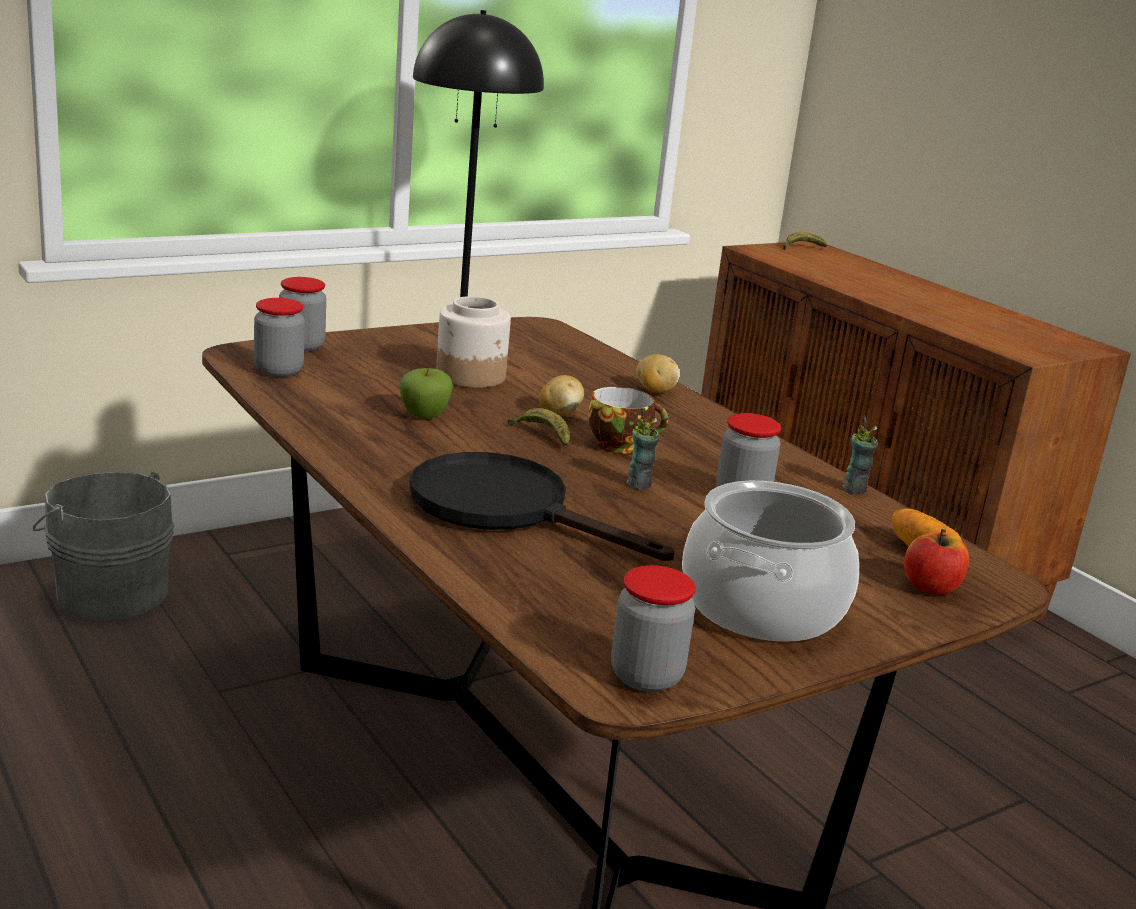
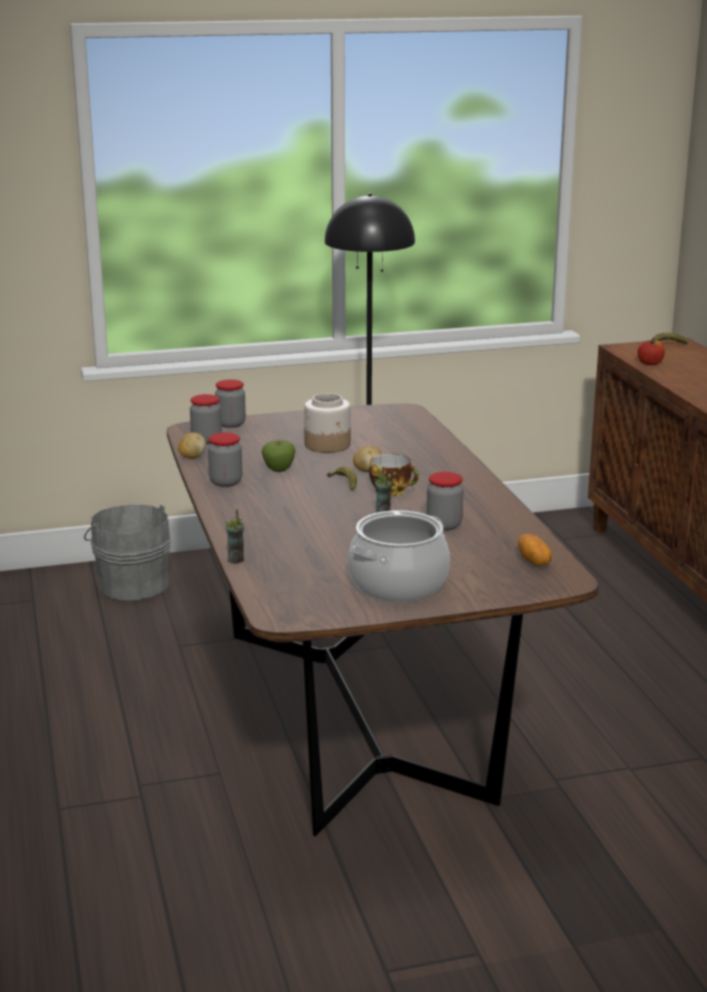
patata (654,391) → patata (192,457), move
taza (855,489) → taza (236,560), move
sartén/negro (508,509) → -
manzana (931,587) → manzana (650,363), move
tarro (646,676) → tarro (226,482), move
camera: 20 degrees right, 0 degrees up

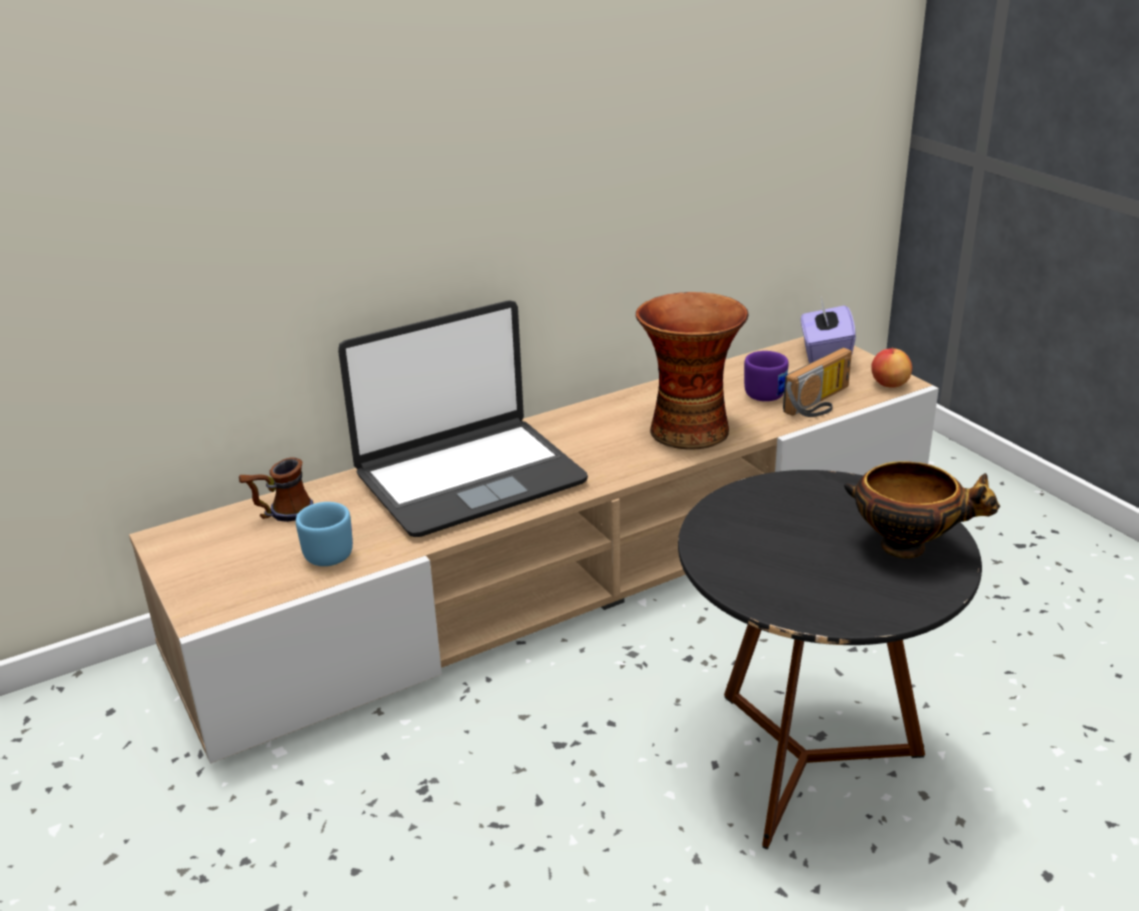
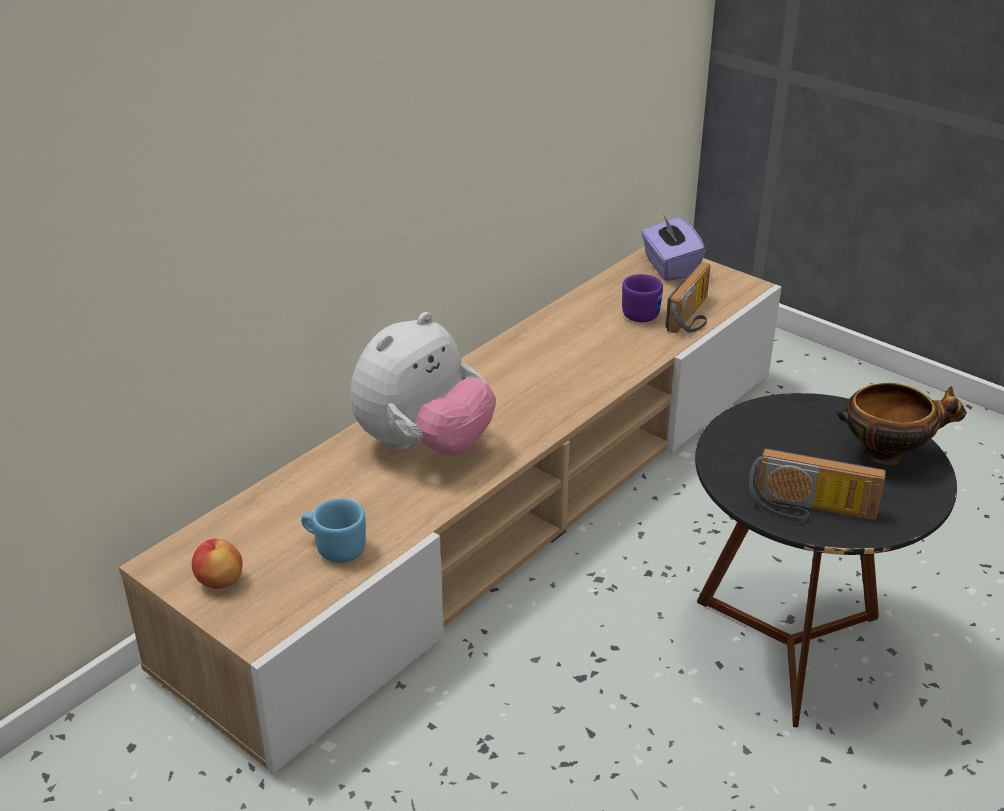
florero (687,429) → -
portátil (469,478) → peluche (423,445)
manzana (889,384) → manzana (219,581), move
taza grande (280,514) → -
- → radio (810,511)
camera: 20 degrees left, 5 degrees up

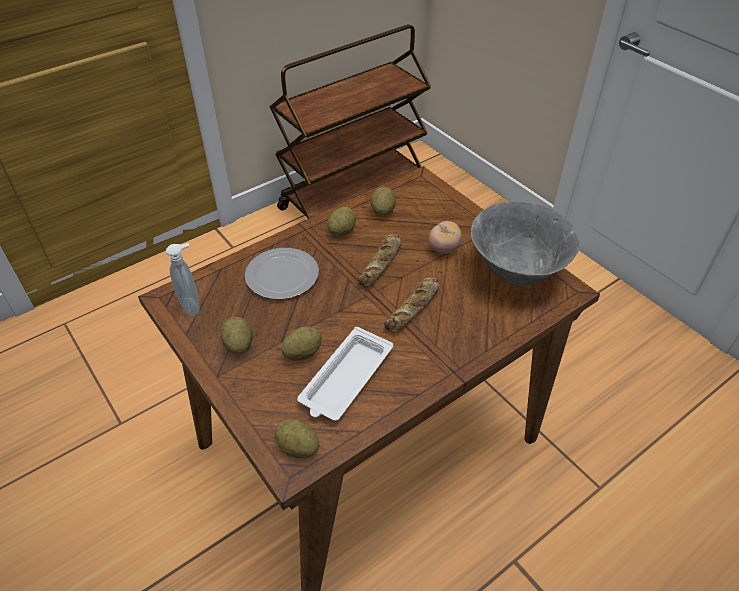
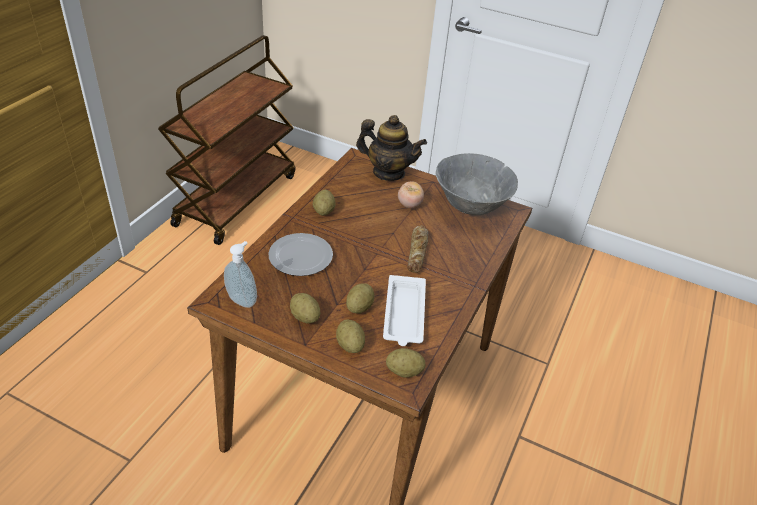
patata (383,211) → patata (350,345), move
pan (381,264) → -
- → tetera (388,172)
camera: 30 degrees left, 5 degrees down

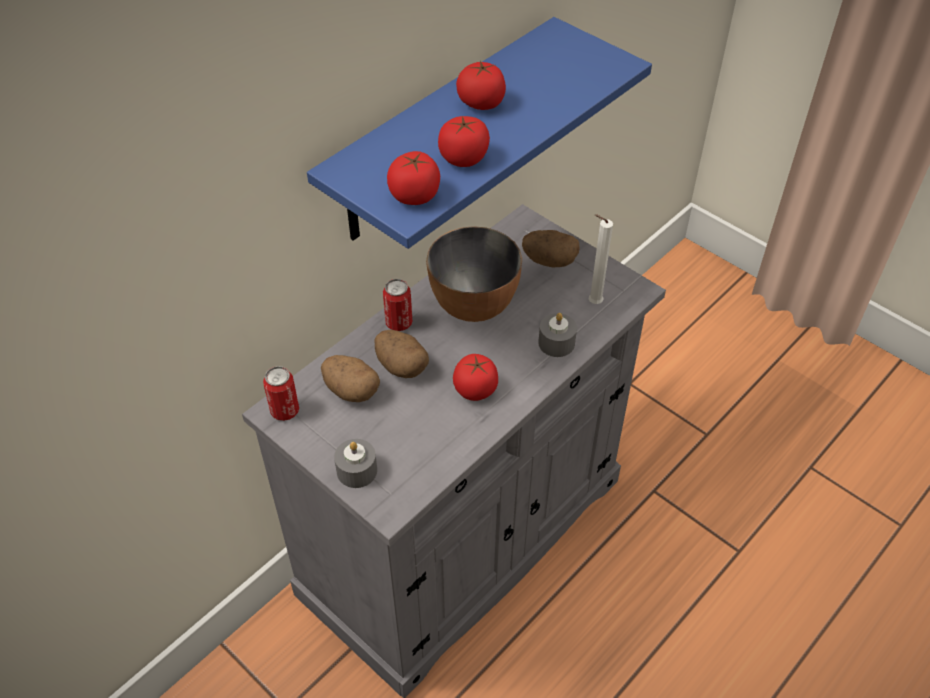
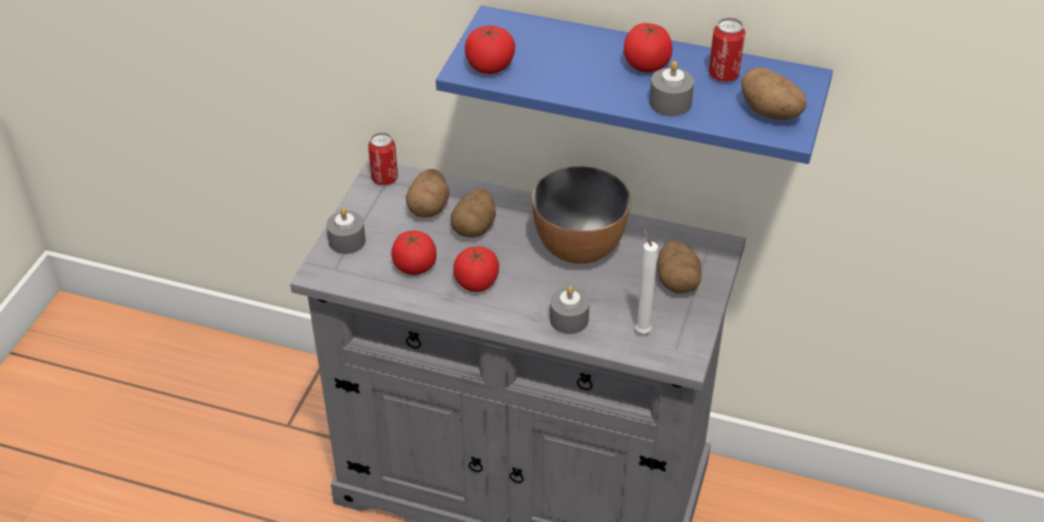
tomate (463,158) → tomate (414,266), move
lata (399,323) → lata (723,75), move
- → vela/gris (670,103)
- → patata (771,113)
camera: 65 degrees right, 5 degrees down

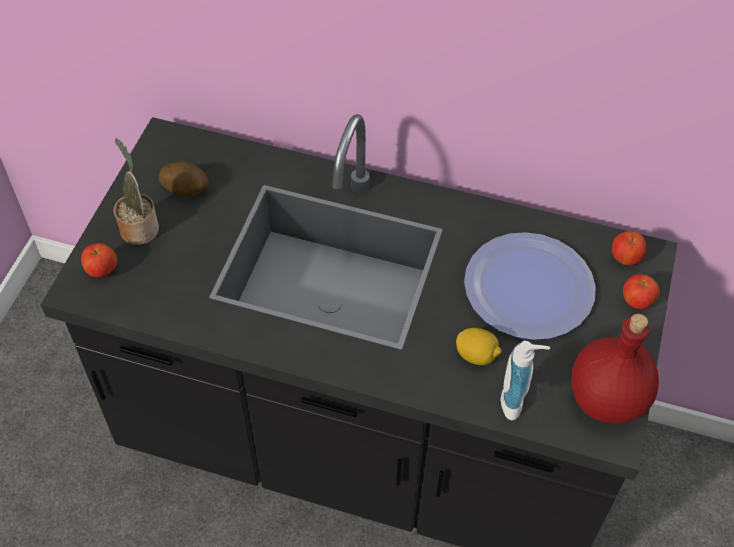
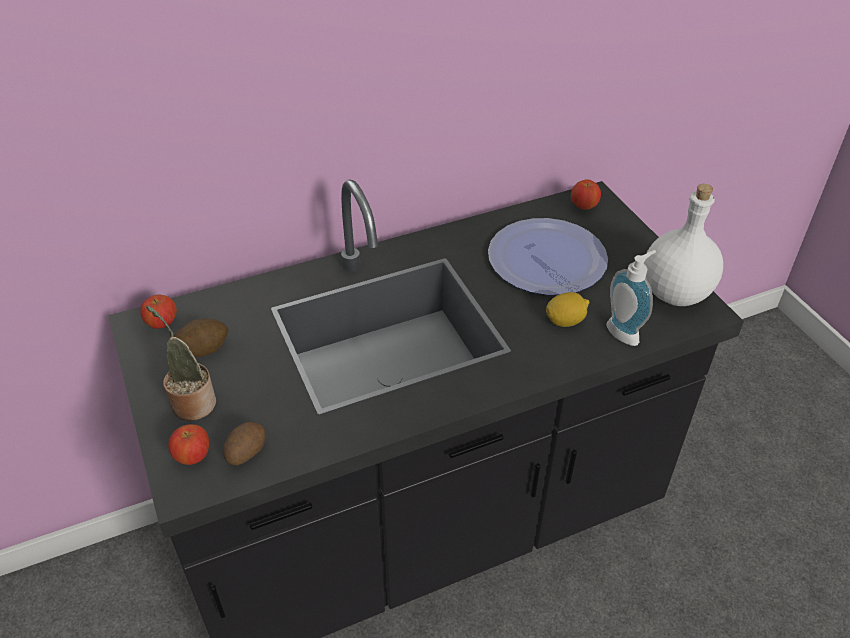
manzana (637,301) → manzana (162,324), move
botella/rojo (608,400) → botella/blanco (676,293)
- → patata (245,451)
camera: 40 degrees left, 10 degrees down

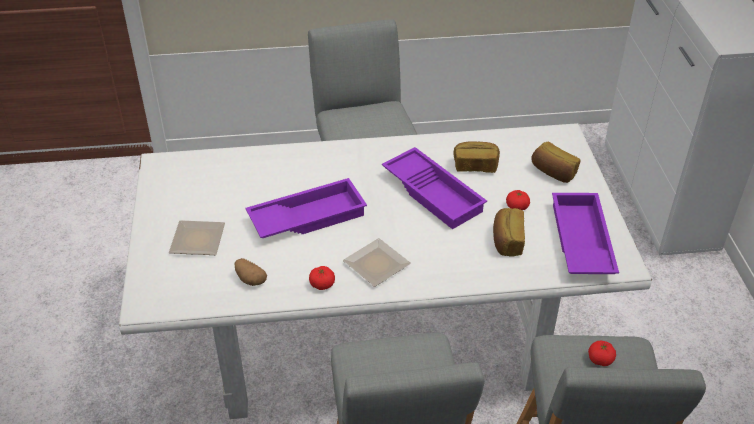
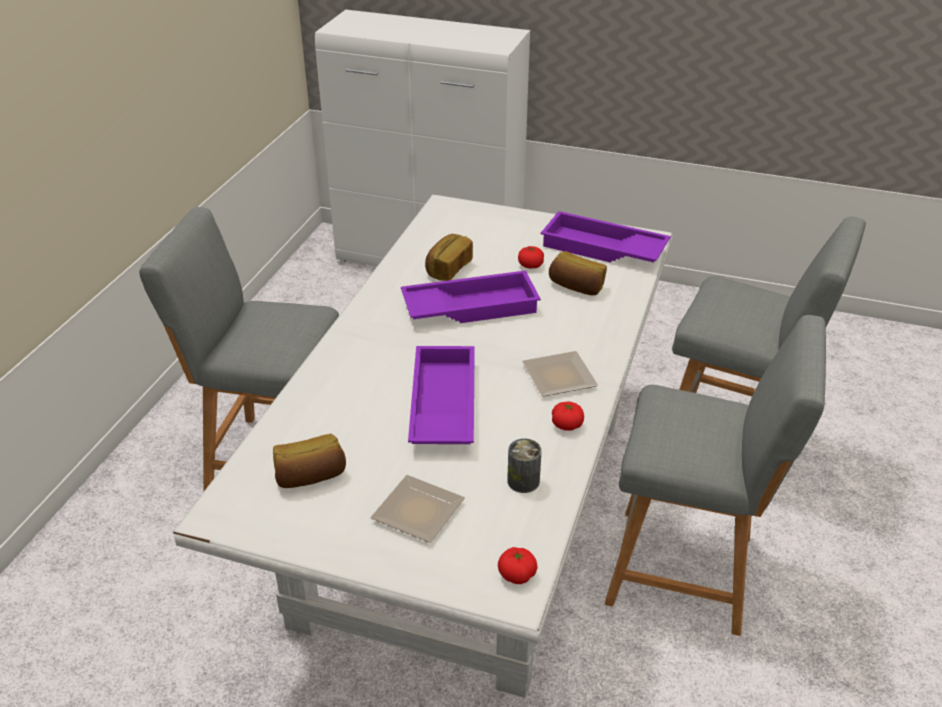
pan (553,172) → pan (310,476), move
patata (250,279) → lata (523,481)
tomate (600,359) → tomate (517,575), move
camera: 65 degrees left, 5 degrees down

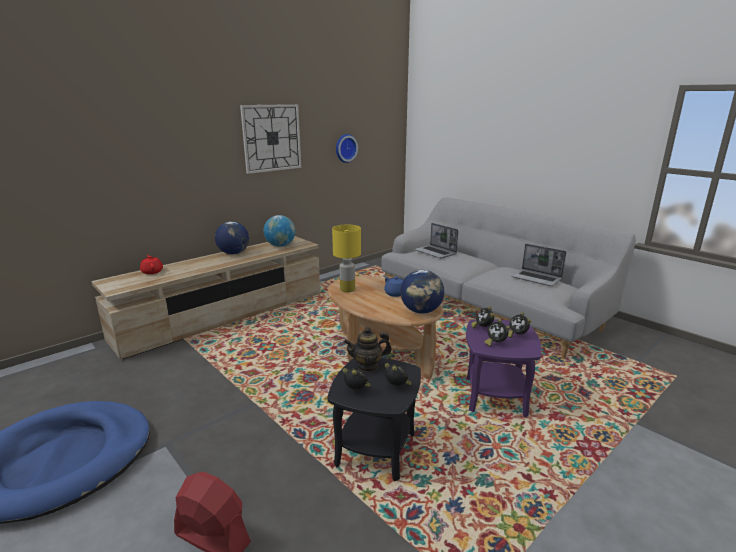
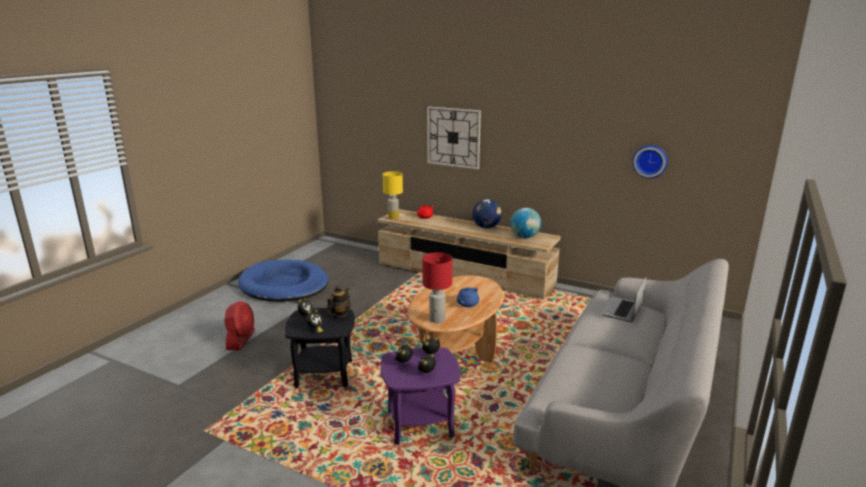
reloj de pared (272,138) → reloj de pared (453,137), move
lámpara de mesa/amarillo (347,290) → lámpara de mesa/amarillo (393,218), move
portátil (537,278) → -
globo terráqueo (421,311) → lámpara de mesa/rojo (437,320)
tetera (367,366) → tetera (339,315), 60 degrees clockwise
camera: 70 degrees right, 0 degrees up

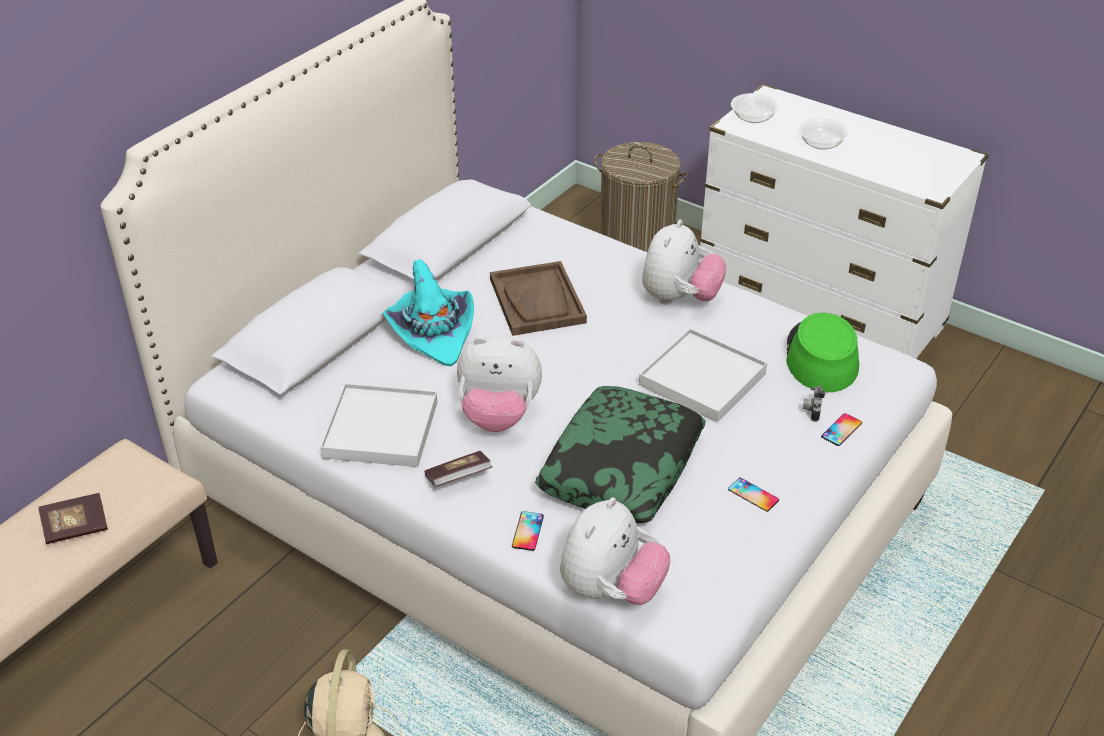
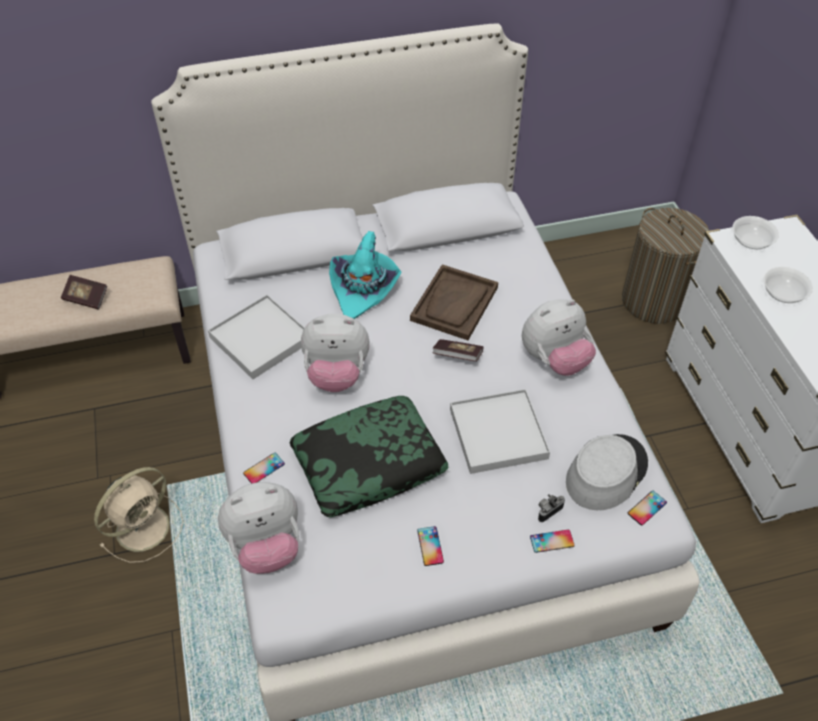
sombrero/verde (820,357) → sombrero/gris (606,472)
peluche (498,416) → peluche (336,374), 45 degrees counterclockwise
libro (458,478) → libro (457,356), move
- → móvil (647,508)
camera: 40 degrees right, 10 degrees up

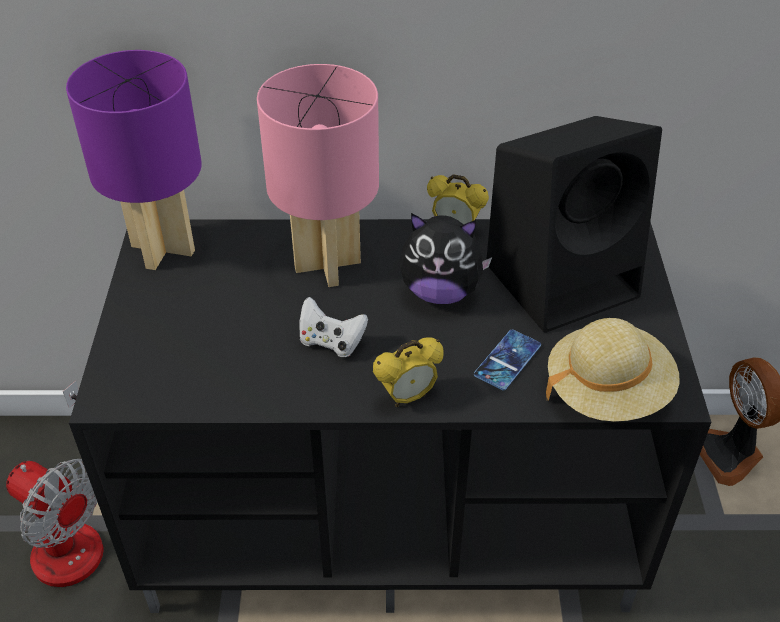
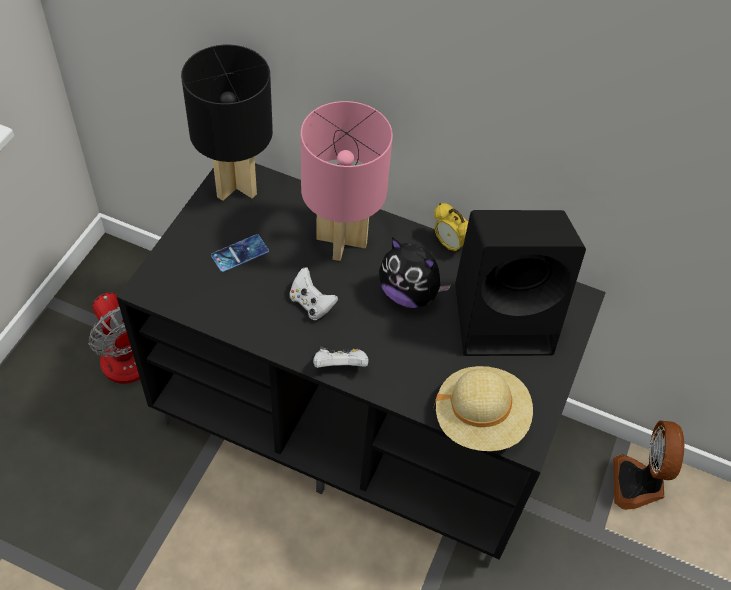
lámpara de mesa/morado (163,247) → lámpara de mesa/negro (236,184)
móvil (507,360) → móvil (240,253), move
despertador (407,397) → mando de consola/blanco (340,366)
camera: 20 degrees right, 10 degrees up

